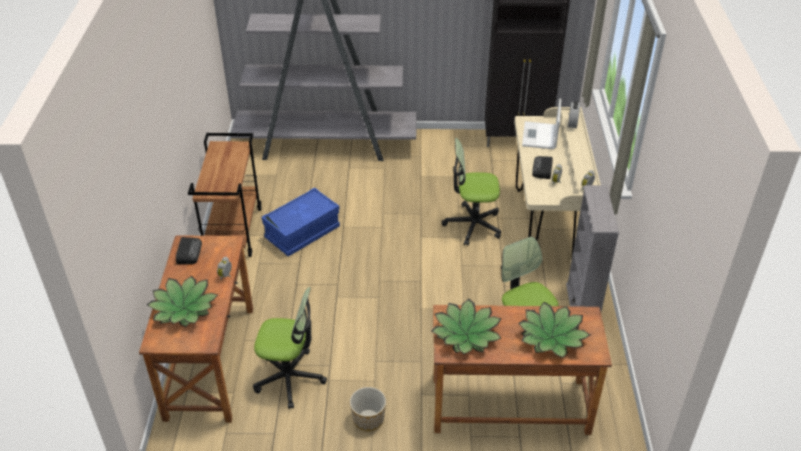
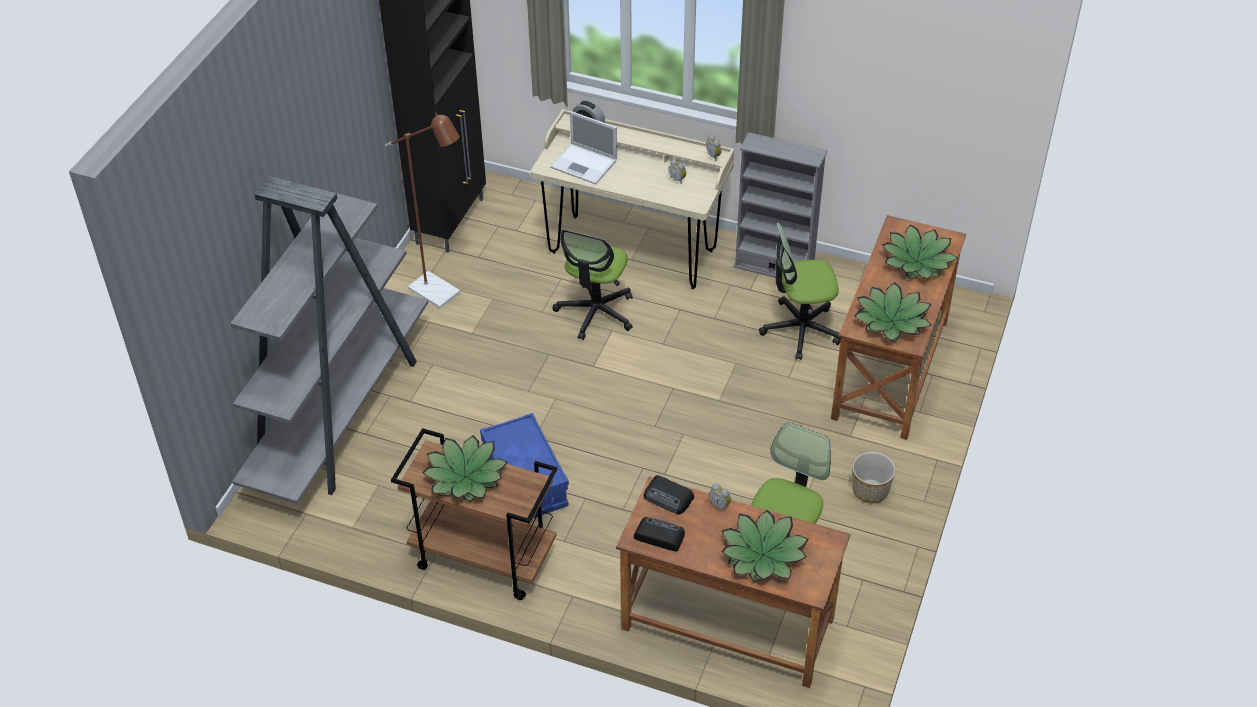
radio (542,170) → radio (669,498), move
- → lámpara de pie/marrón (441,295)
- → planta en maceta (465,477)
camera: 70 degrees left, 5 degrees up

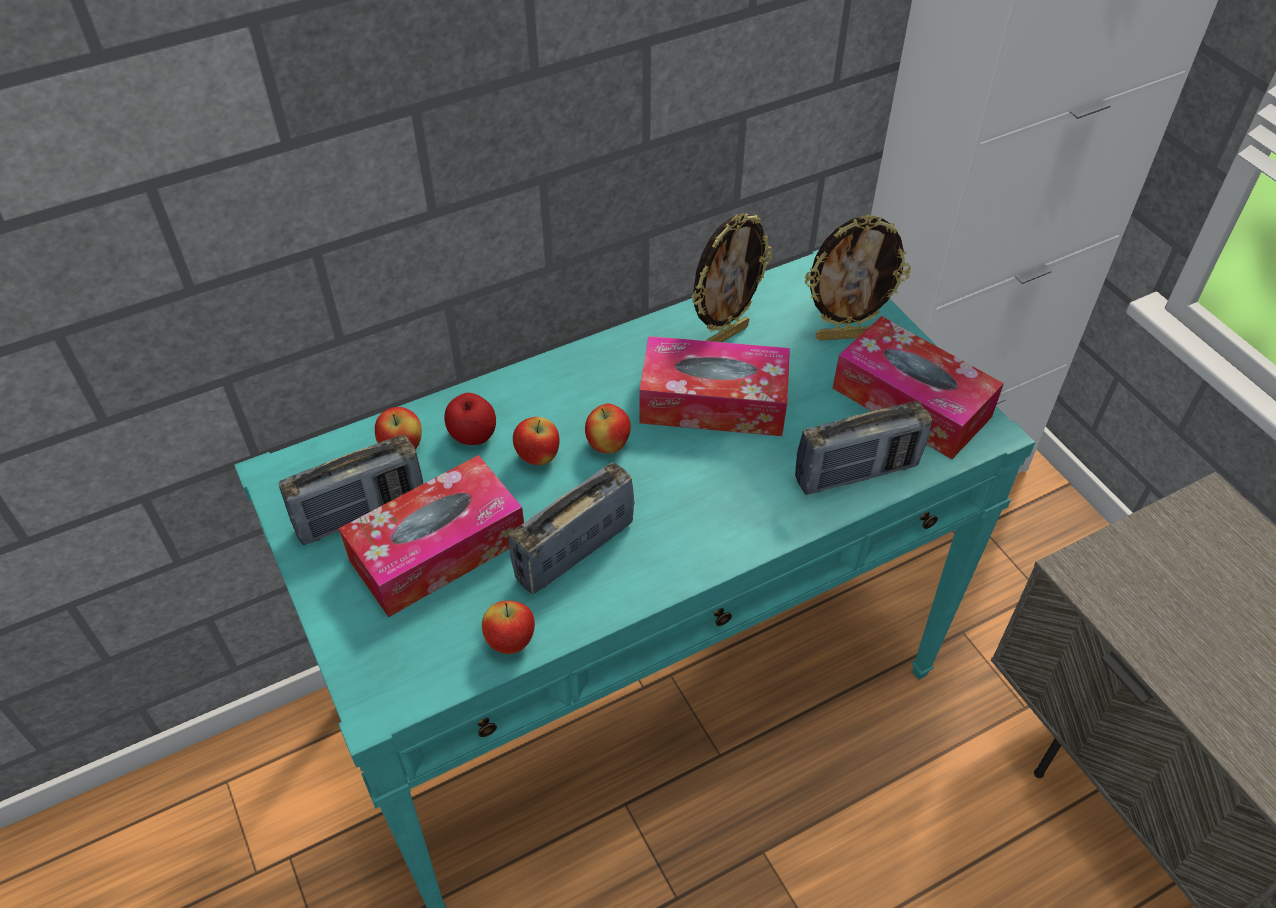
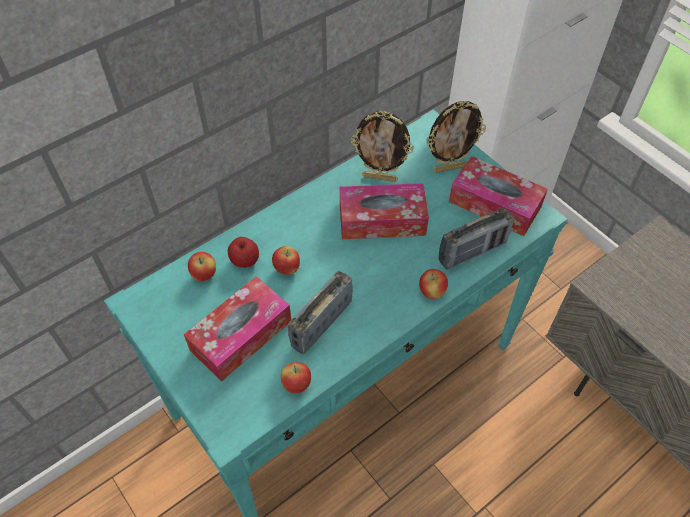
portarretratos (725,336) → portarretratos (380,177), 60 degrees clockwise
manzana (608,445) → manzana (431,292), move
radio (361,514) → -
camera: 10 degrees left, 5 degrees up

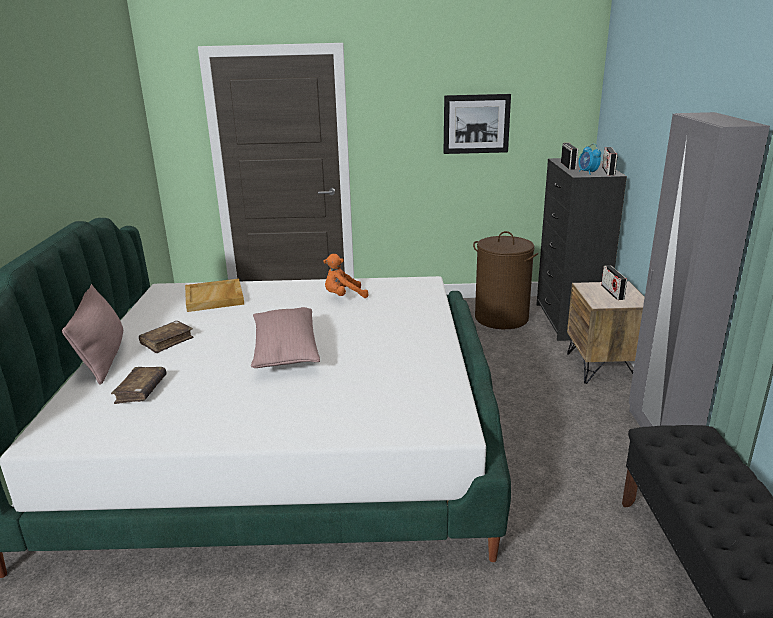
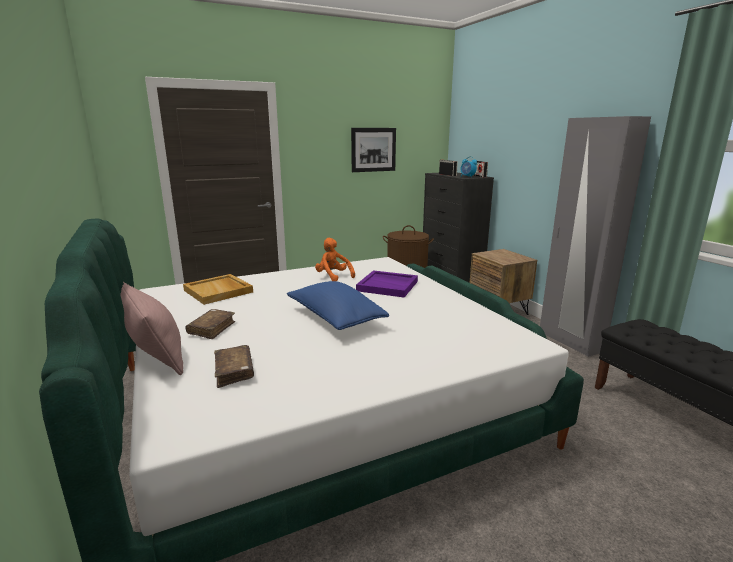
peluche/naranja (343,297) → peluche/naranja (333,277), 90 degrees clockwise
radio (612,292) → -
cojín/rosa (285,351) → cojín/azul (335,318)
- → bandeja/morado (388,286)
camera: 25 degrees left, 5 degrees down

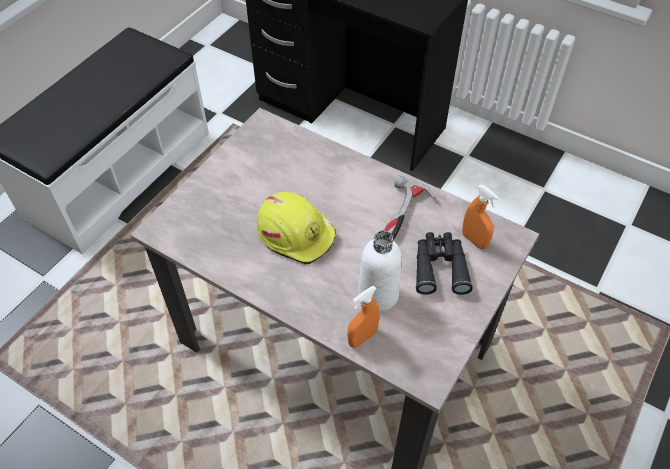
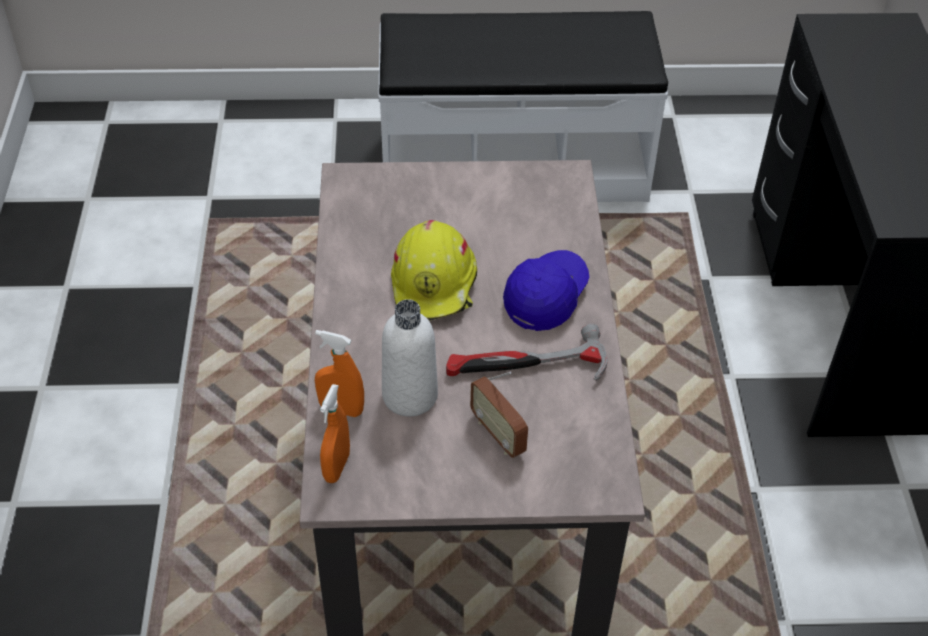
pulverizador/naranja (474,240) → pulverizador/naranja (337,467), move
prismáticos/negro (440,267) → radio (498,434)
- → gorra/azul (546,297)
camera: 55 degrees right, 5 degrees down

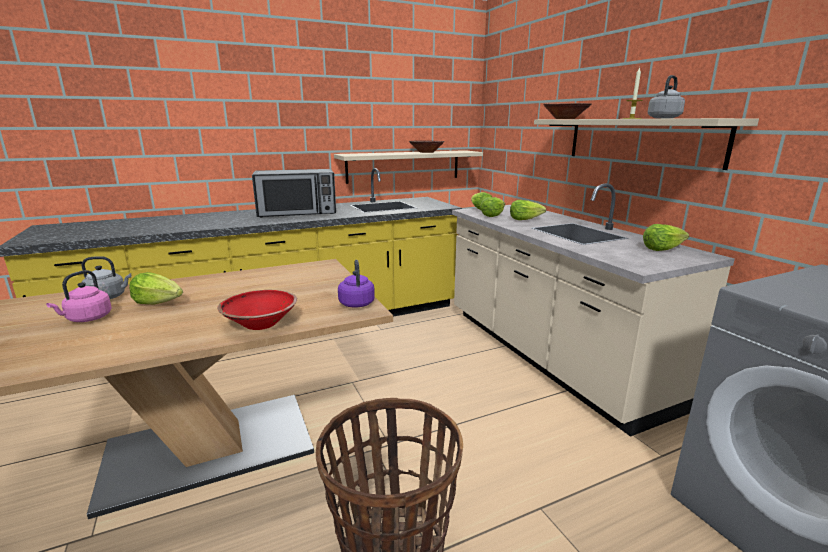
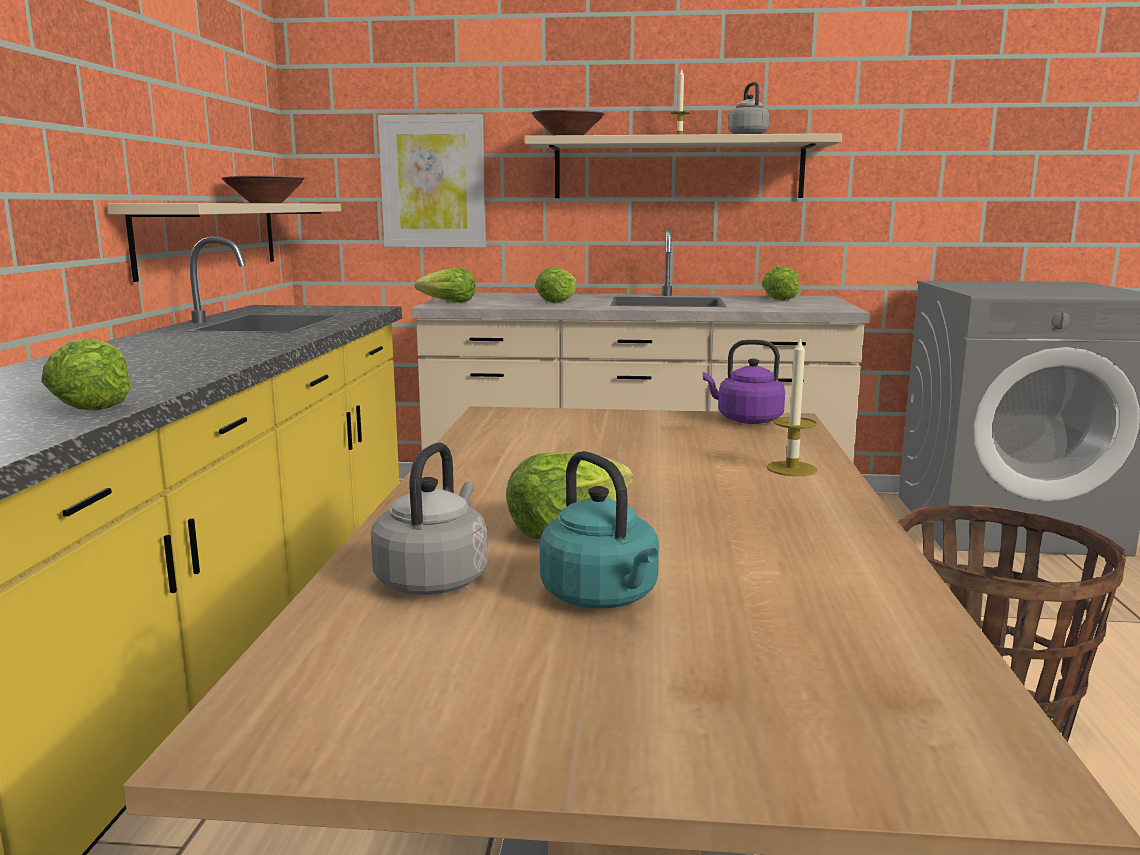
microondas (297,213) → -
lechuga (492,215) → lechuga (93,405), move
hervidor/rosa (87,319) → hervidor/turquesa (603,597)
cuenco/rojo (260,324) → vela (791,469)
- → cuadro (433,182)
camera: 60 degrees left, 5 degrees down

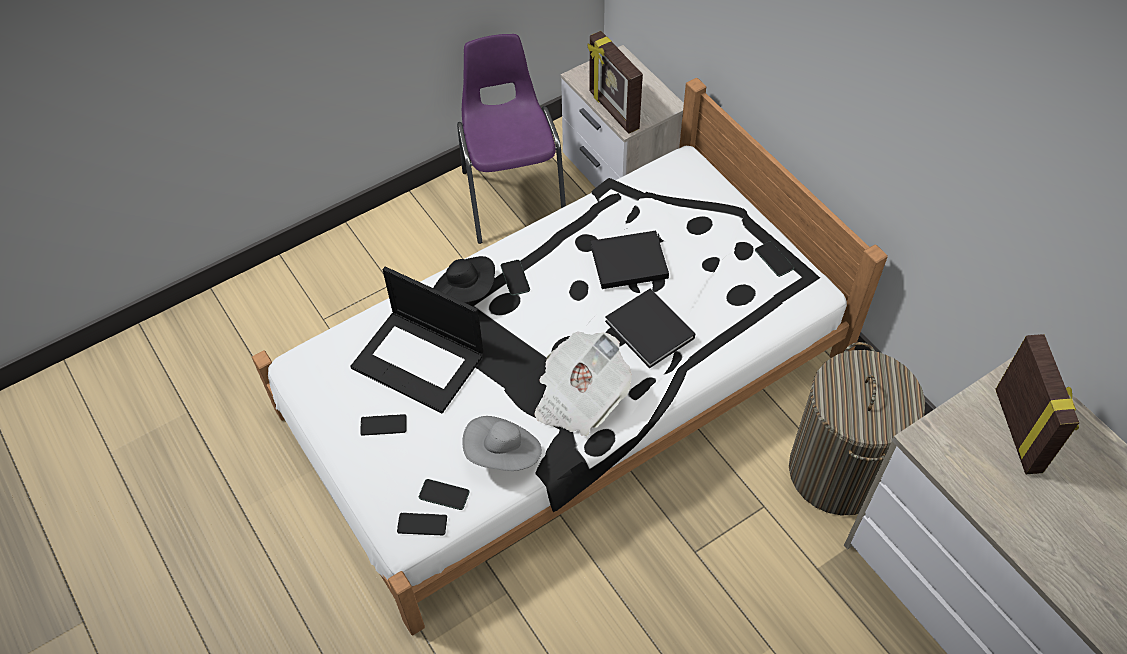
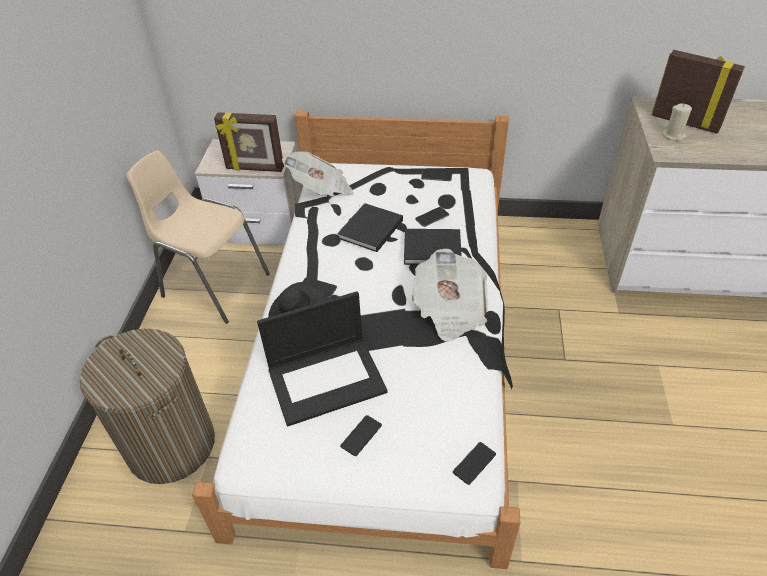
silla/morado (512,196) → silla/beis (213,285)
cesto de la ropa (838,471) → cesto de la ropa (171,445), move
sombrero/gris (503,454) → -
móvil (444,495) → móvil (432,217), move
- → vela/beis (673,135)
- → periódico (321,189)
camera: 50 degrees left, 10 degrees down

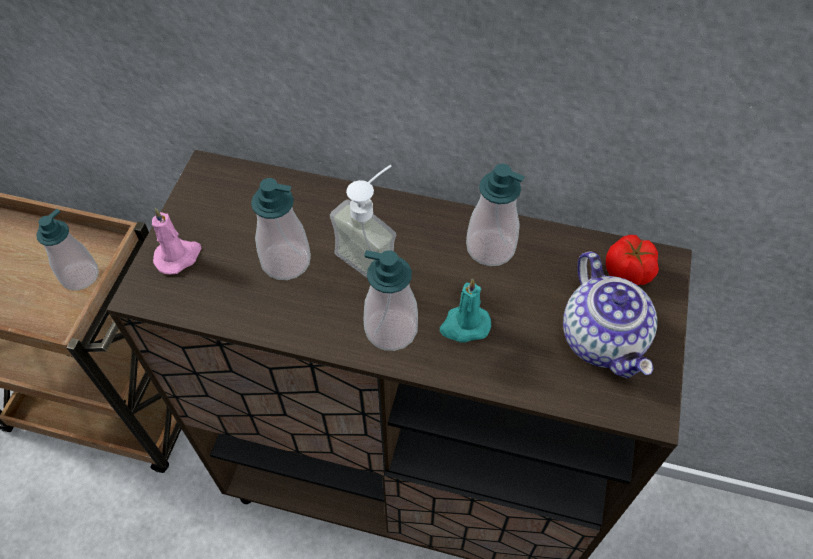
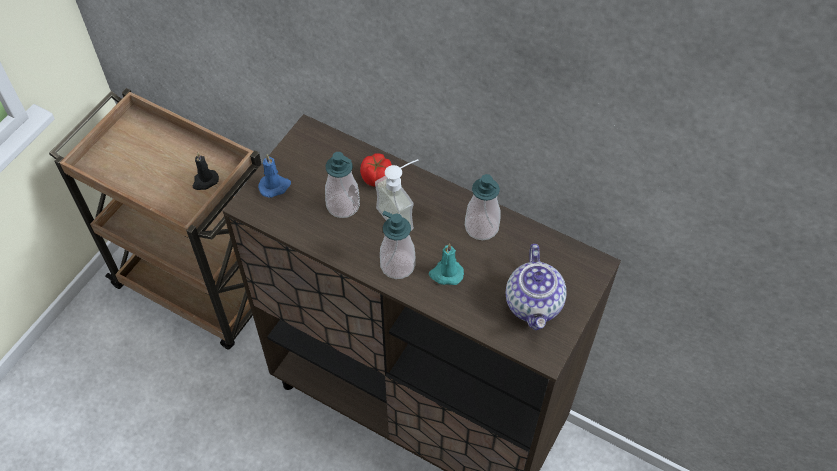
vela/rosa (178,256) → vela/azul (275,186)
dispensador de jabón (80,276) → vela/negro (205,181)
tomate (628,273) → tomate (377,179), move
camera: 15 degrees right, 0 degrees up

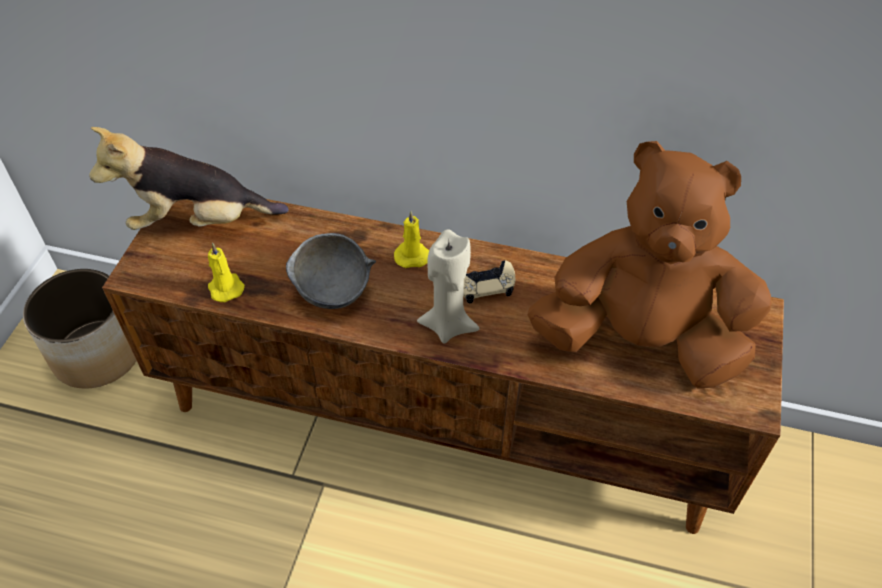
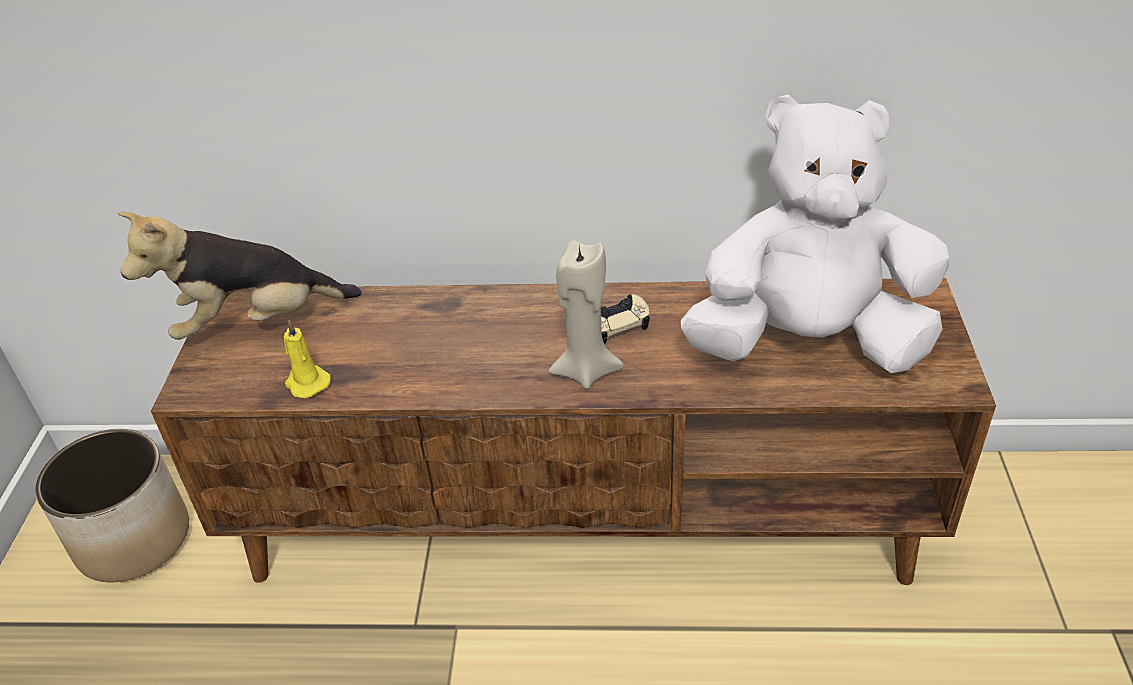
peluche/marrón (641,340) → peluche/blanco (808,343)
vela/amarillo (414,256) → -
cuenco/gris (333,291) → -
camera: 10 degrees left, 10 degrees down

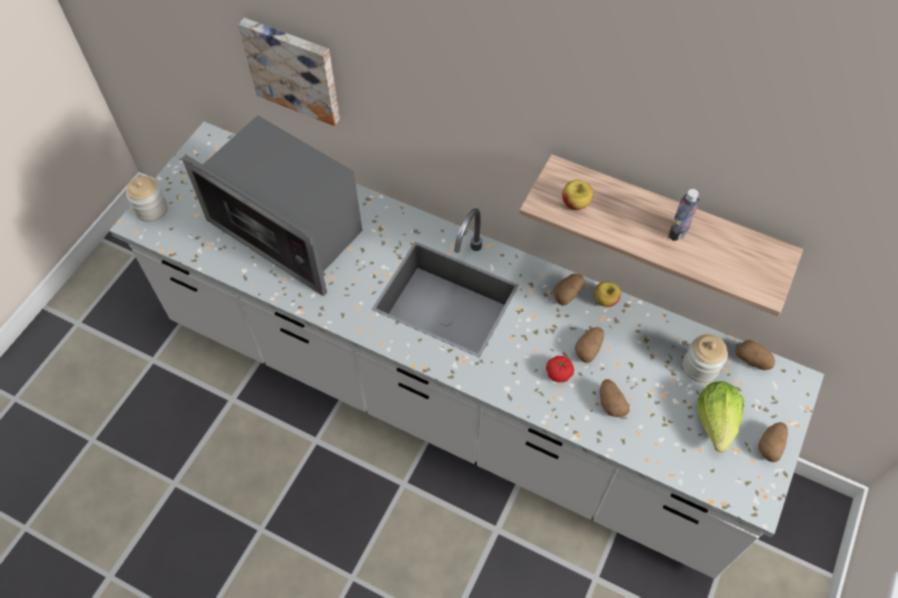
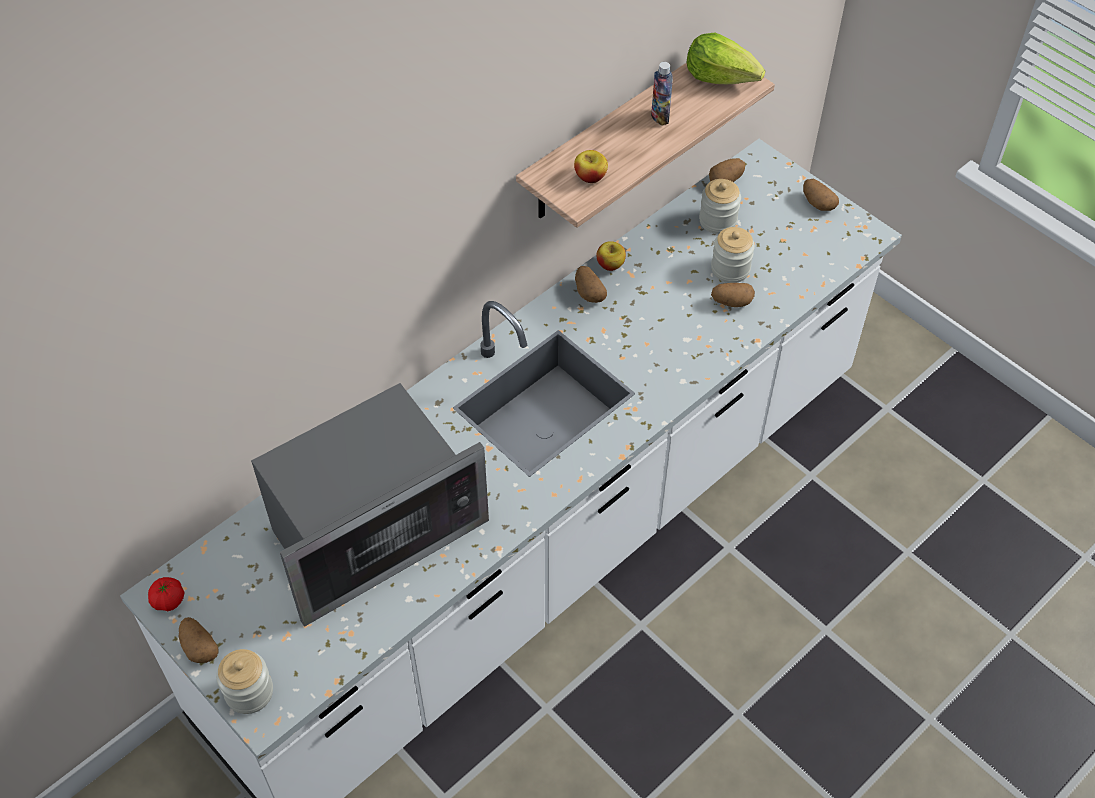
cuadro (294,69) → -
patata (588,349) → patata (199,647), move
tomate (558,373) → tomate (168,600), move
lechuga (716,421) → lechuga (721,77), move
- → tarro (730,269)
camera: 70 degrees left, 5 degrees down

